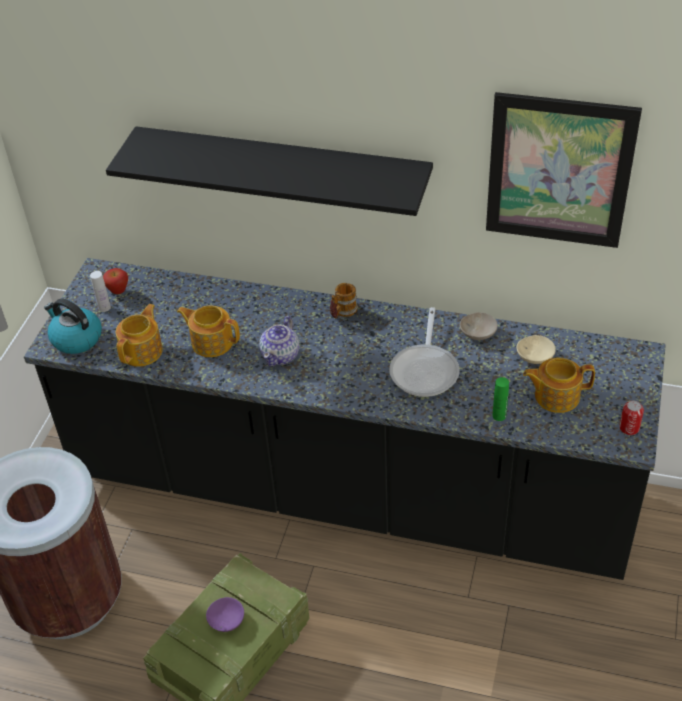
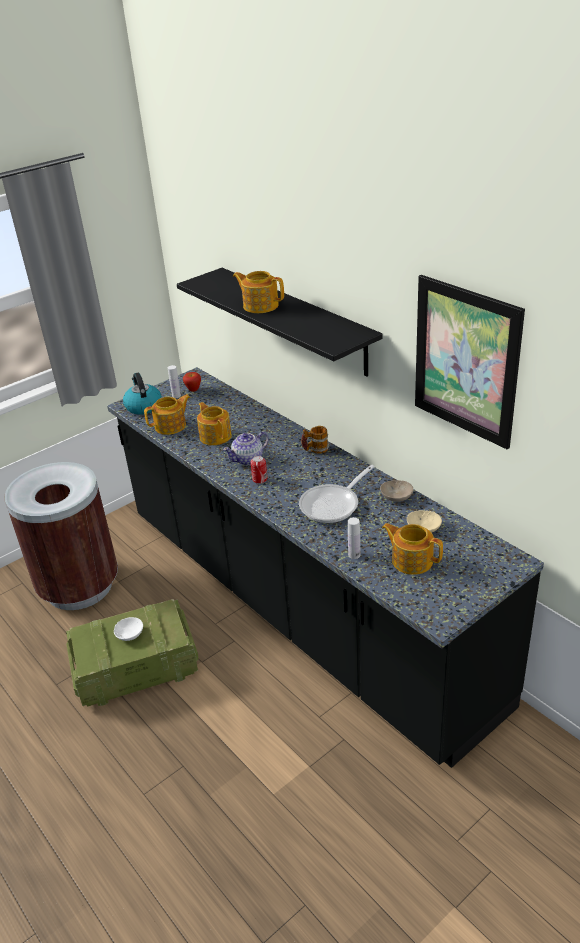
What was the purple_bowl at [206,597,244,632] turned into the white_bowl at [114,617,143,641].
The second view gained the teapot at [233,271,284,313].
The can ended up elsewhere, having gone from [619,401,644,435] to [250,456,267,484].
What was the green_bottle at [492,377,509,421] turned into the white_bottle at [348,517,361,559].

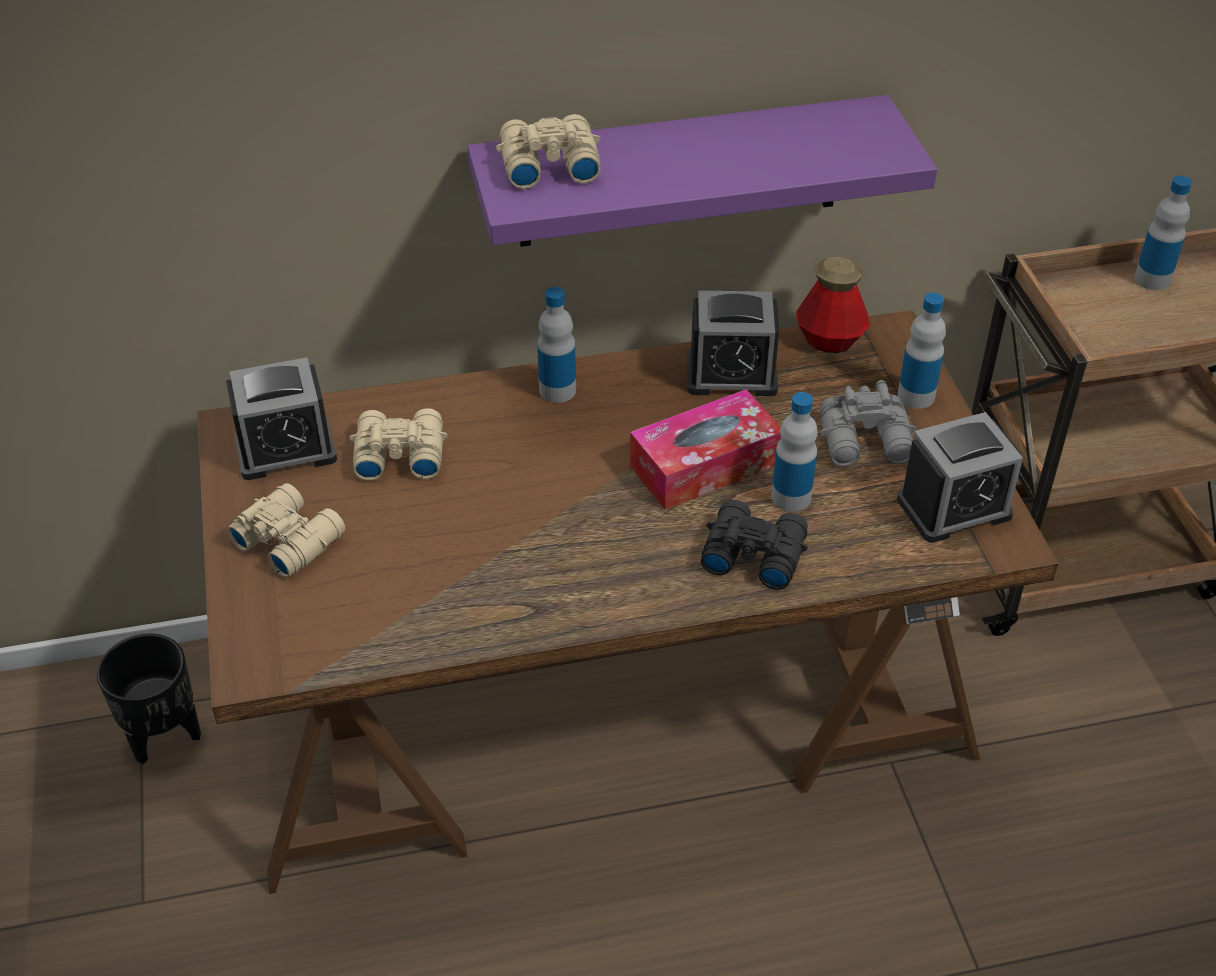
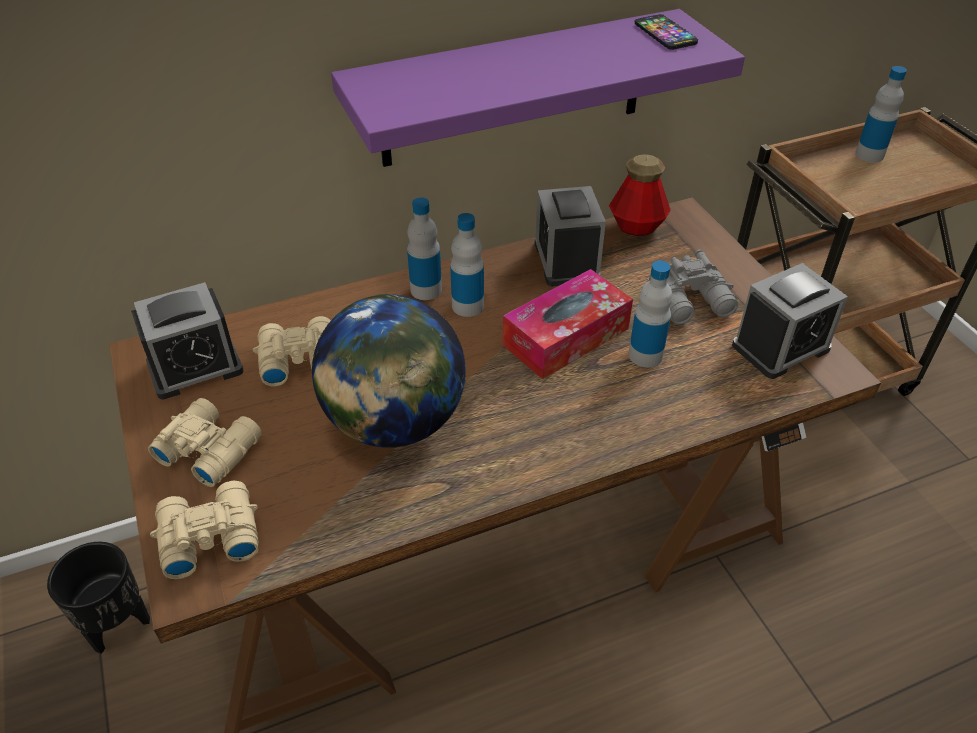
The beige_binoculars ended up elsewhere, having gone from [496,114,601,189] to [150,481,259,579].
The second view gained the globe at [312,294,466,447].
The bottle ended up elsewhere, having gone from [897,292,946,409] to [450,213,484,317].
The alarm_clock at [687,290,779,396] ended up facing another way, 90 degrees clockwise from before.
The second view gained the phone at [635,14,698,50].
The second view lost the black_binoculars at [701,500,808,590].

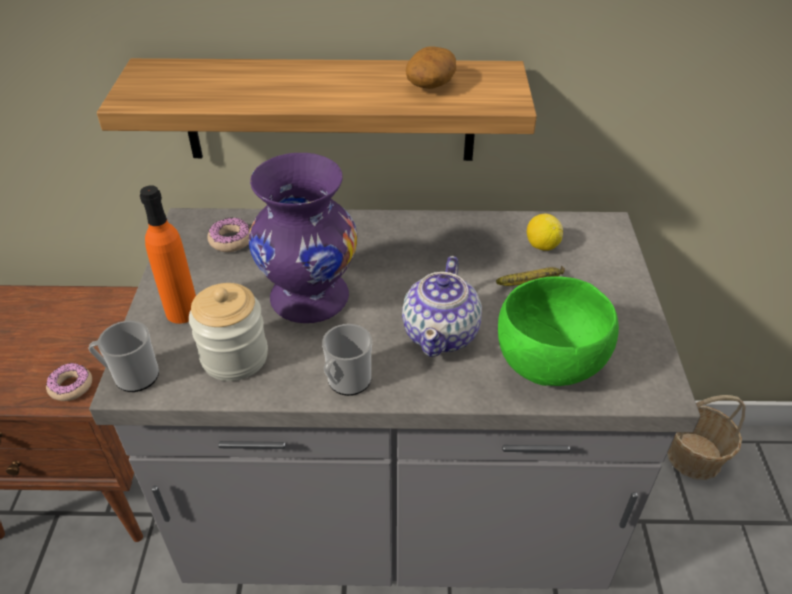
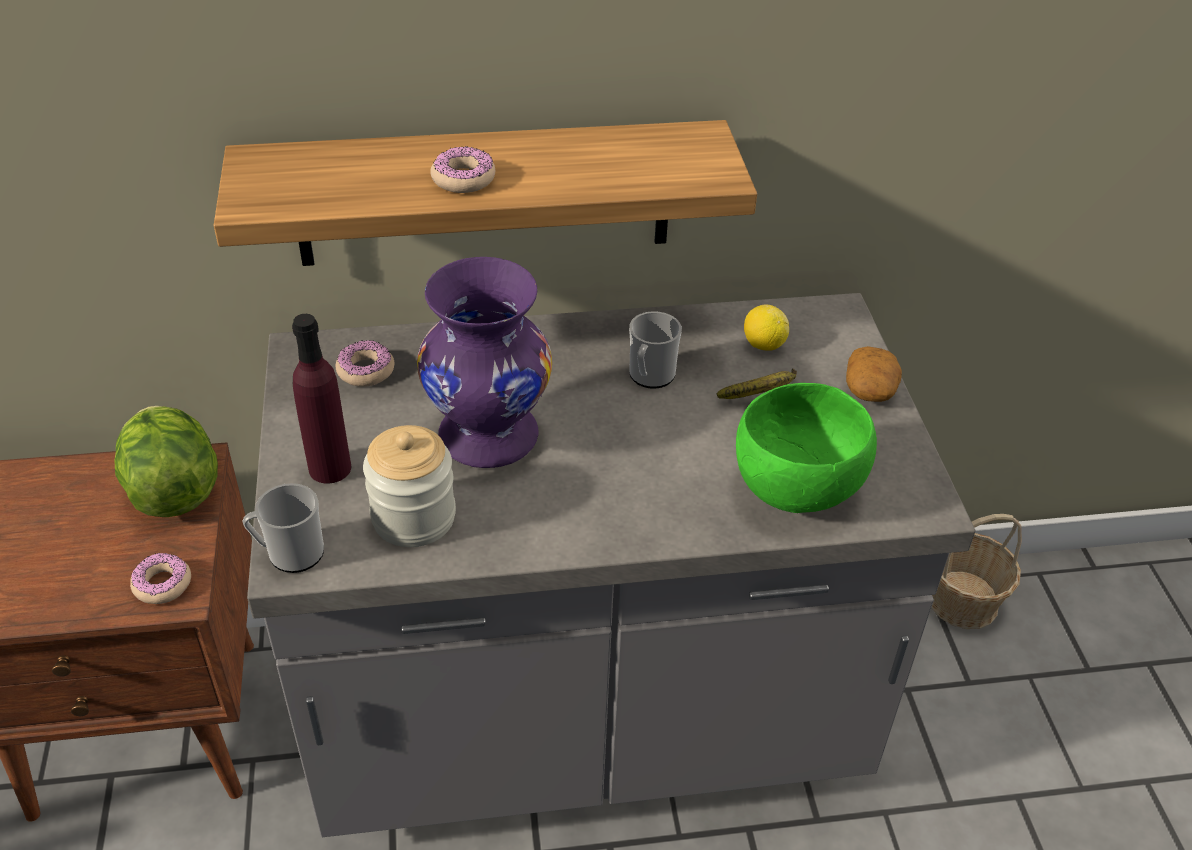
The second view gained the lettuce at [115,406,218,517].
What was the orange_bottle at [140,186,196,324] turned into the purple_bottle at [292,314,352,484].
The second view gained the donut at [430,147,495,193].
The mug ended up elsewhere, having gone from [322,324,372,396] to [629,311,682,389].
The potato ended up elsewhere, having gone from [406,46,456,89] to [846,346,902,402].
The second view lost the teapot at [402,256,482,357].

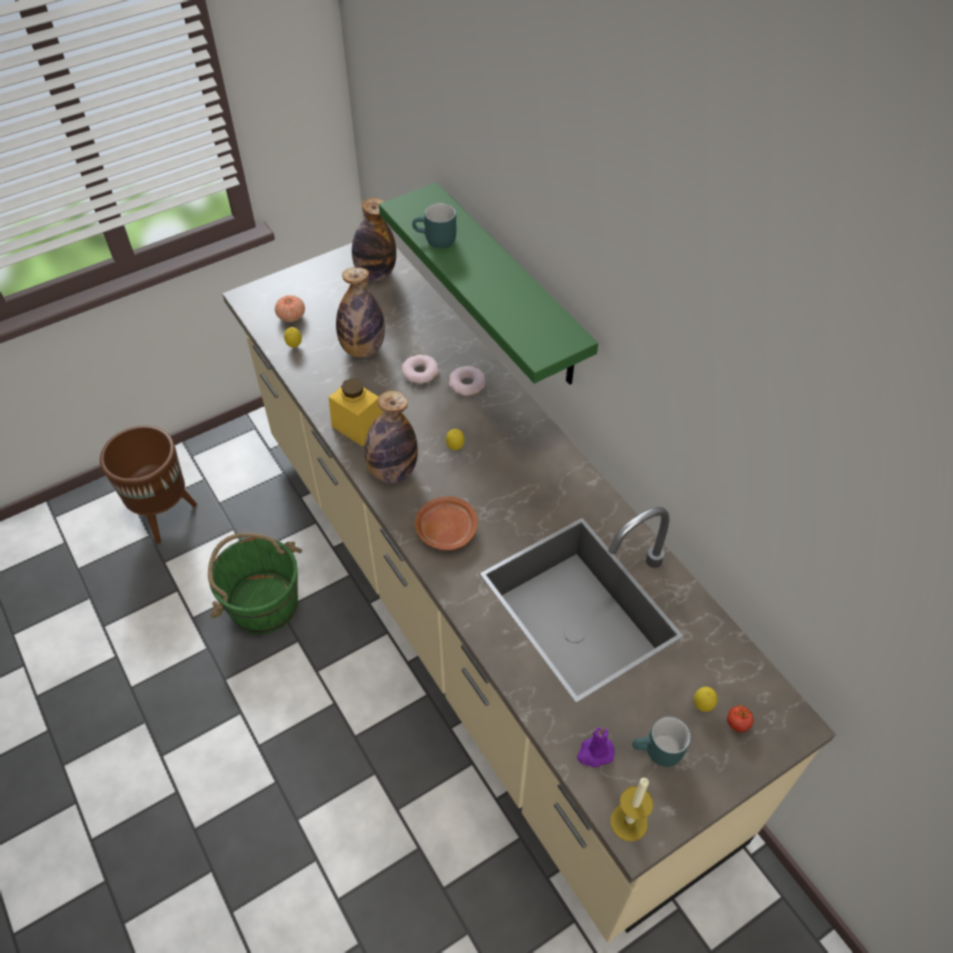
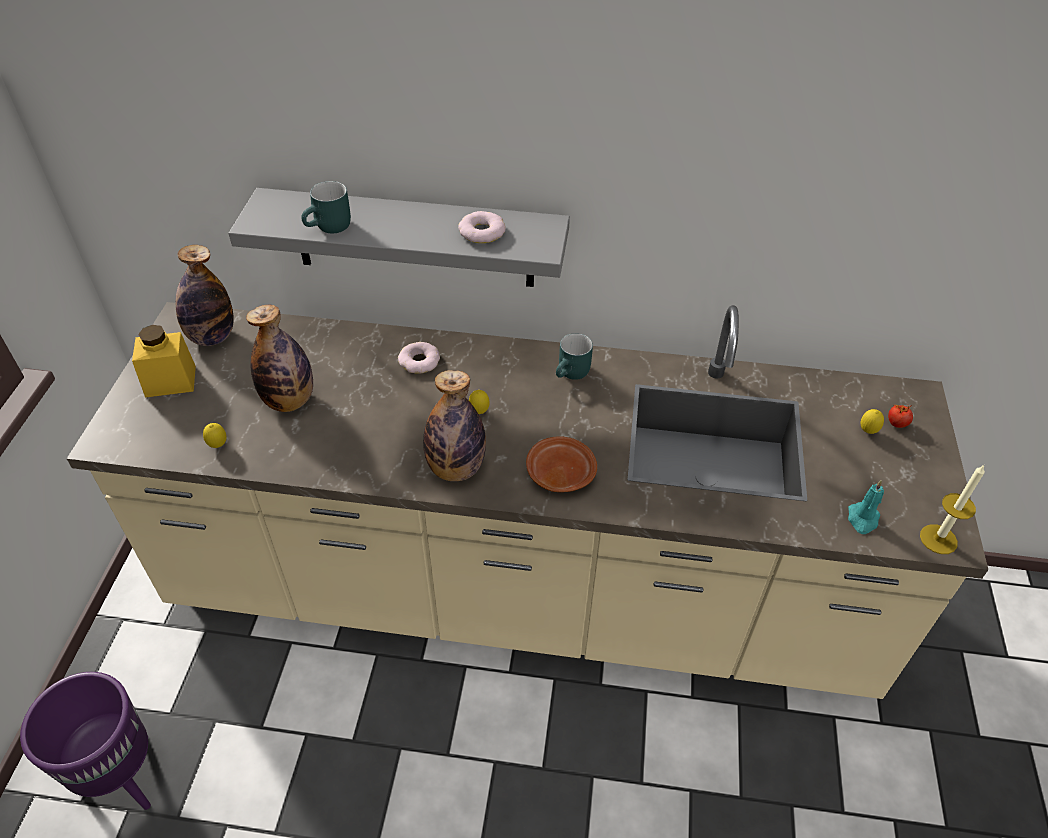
What was the brown_planter at [100,425,197,544] turned into the purple_planter at [20,672,151,810].
The yellow_jar ended up elsewhere, having gone from [329,378,382,447] to [132,325,196,398].
What was the green_shelf at [379,182,598,385] turned into the grey_shelf at [228,188,570,287].
The donut ended up elsewhere, having gone from [402,355,439,384] to [458,211,506,243].
The turquoise_mug ended up elsewhere, having gone from [632,717,691,767] to [556,333,593,380].
What was the purple_candle at [577,727,615,768] turned into the turquoise_candle at [848,480,884,534].
The second view lost the green_bucket at [208,533,302,634].
The second view lost the tomato at [275,295,305,322].

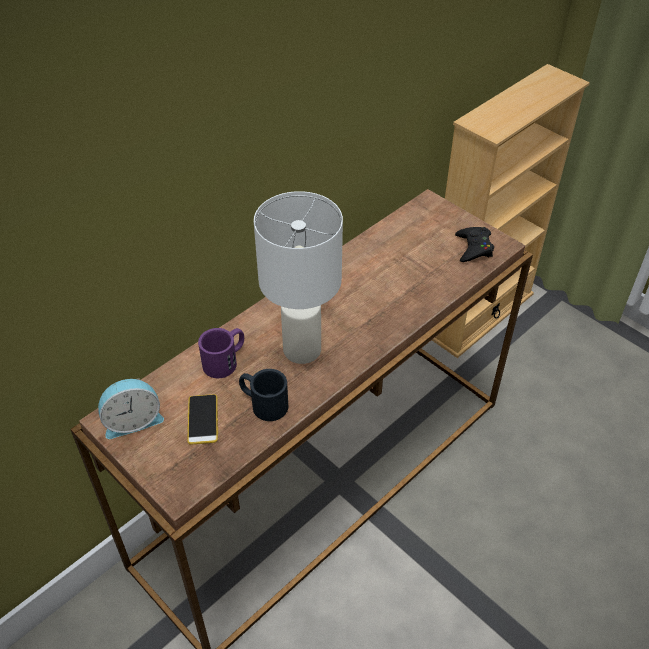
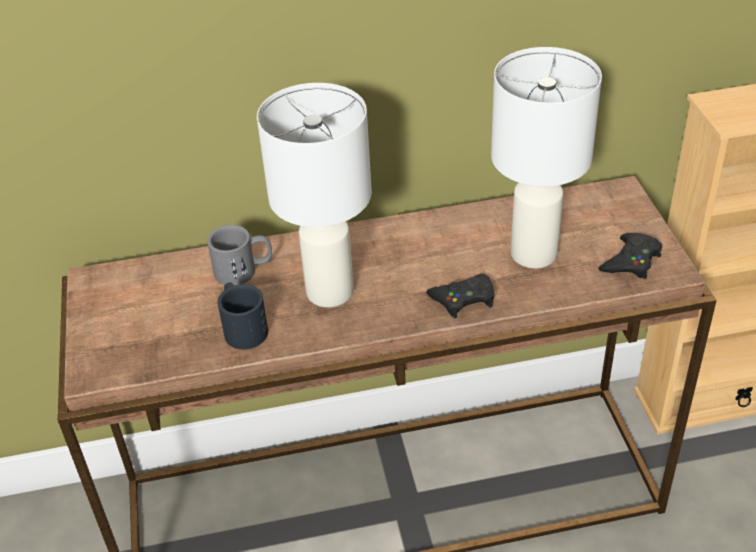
What was the purple_mug at [198,328,244,378] turned into the grey_mug at [207,225,272,285].
The second view gained the black_game_controller at [426,274,494,318].
The second view gained the white_table_lamp at [491,47,602,269].
The second view lost the alarm_clock at [98,378,164,439].
The second view lost the phone at [187,394,218,445].

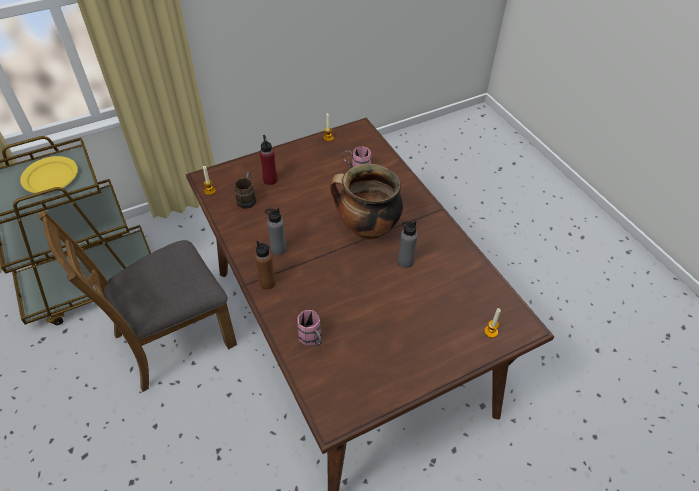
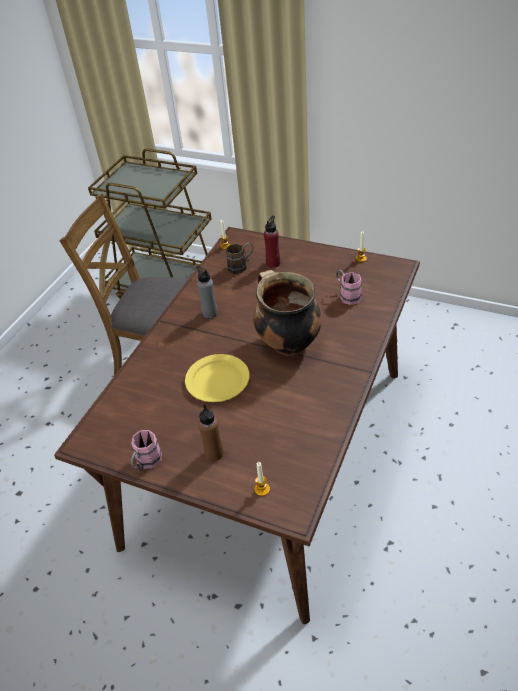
The pink_mug ended up elsewhere, having gone from [297,310,322,346] to [131,430,162,470].
The yellow_plate ended up elsewhere, having gone from [20,156,78,193] to [185,354,250,402].
The brown_bottle ended up elsewhere, having gone from [255,241,276,290] to [198,404,224,461].
The second view lost the grey_bottle at [398,221,418,268].

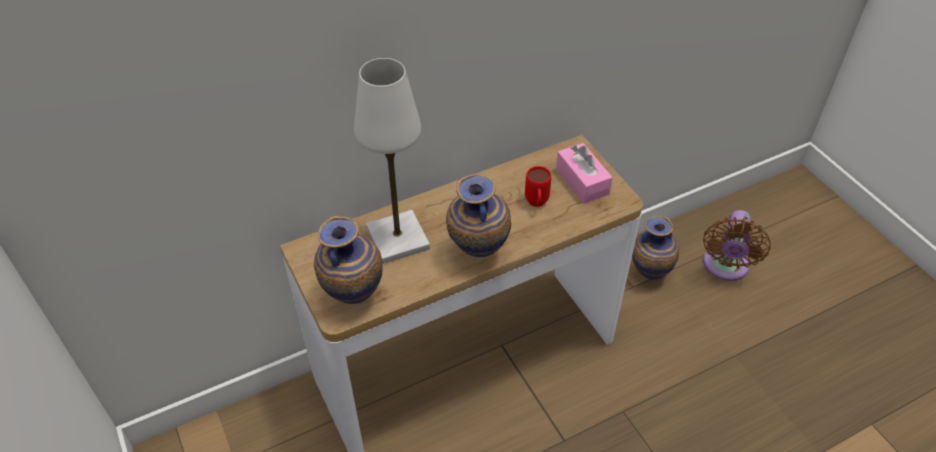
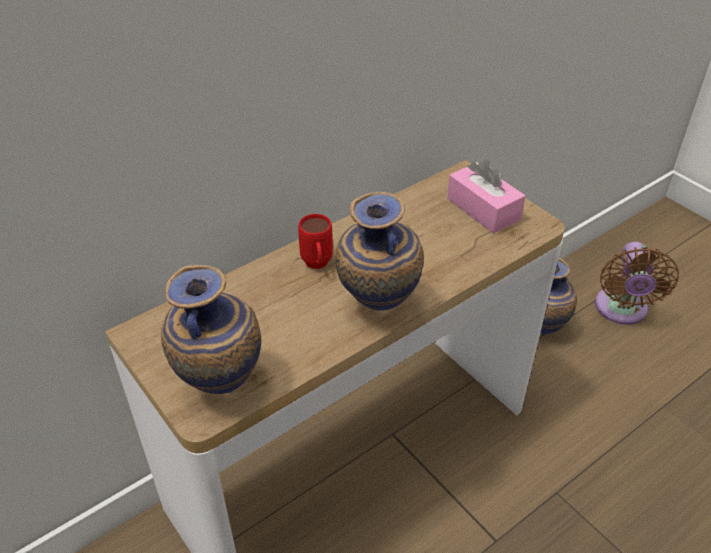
The red_mug ended up elsewhere, having gone from [525,166,551,207] to [298,214,333,269].
The second view lost the white_table_lamp at [354,58,430,264].

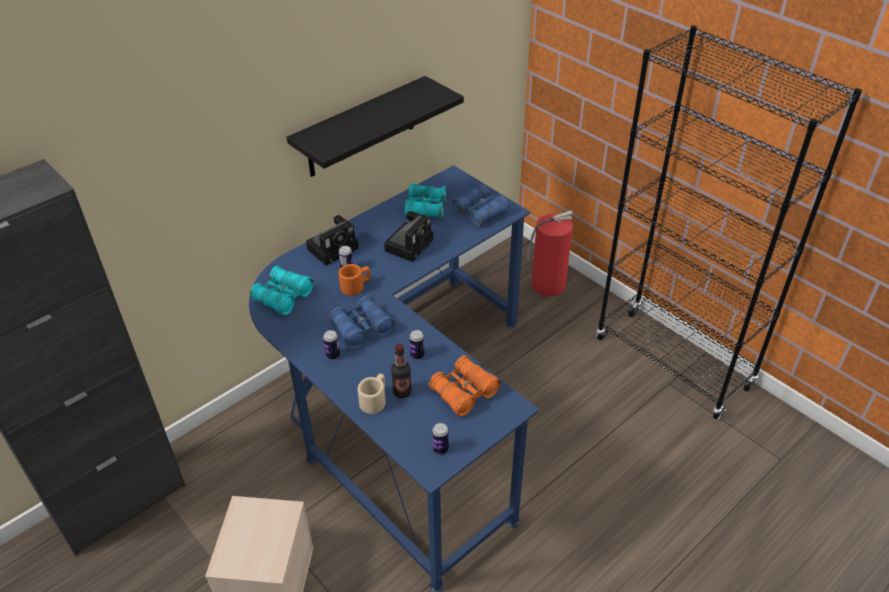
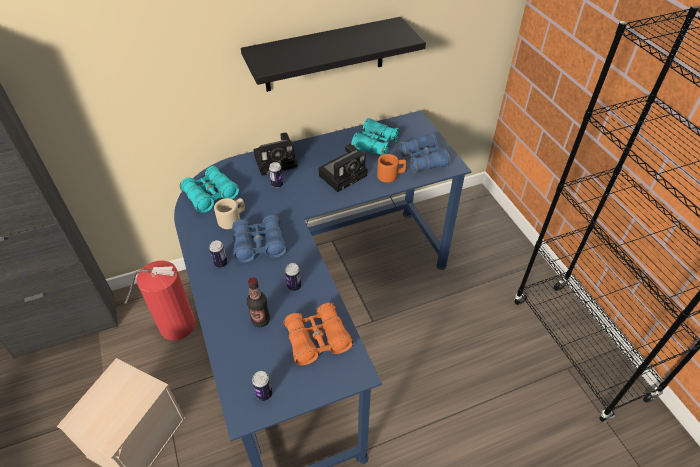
The fire_extinguisher ended up elsewhere, having gone from [526,211,573,296] to [125,261,196,340].
The beige_mug ended up elsewhere, having gone from [358,374,386,414] to [214,198,245,229].
The orange_mug ended up elsewhere, having gone from [339,264,370,296] to [377,154,407,182].

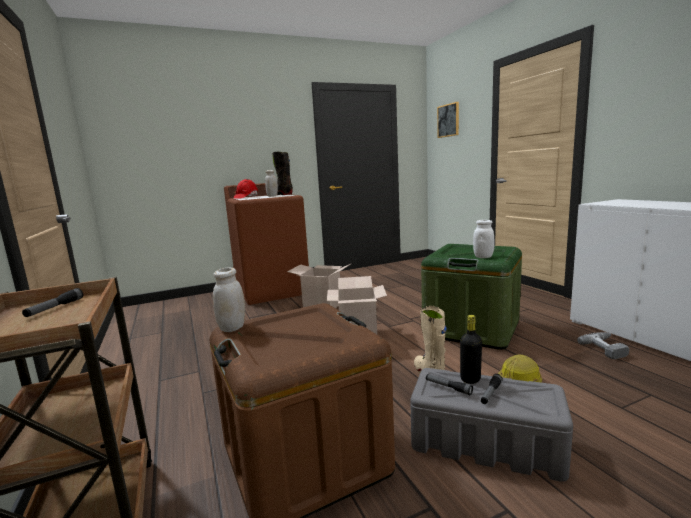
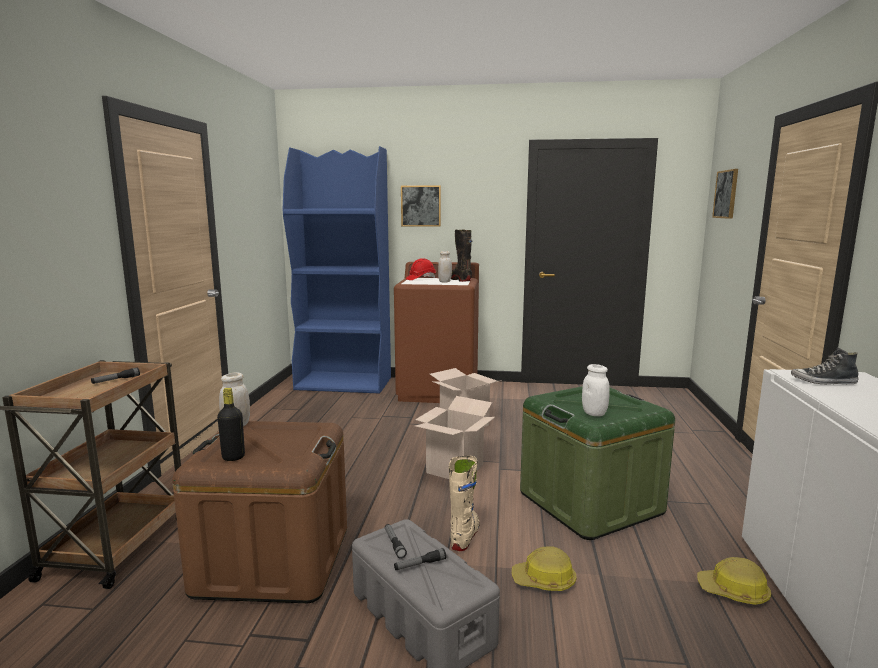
The black_bottle ended up elsewhere, having gone from [460,315,482,384] to [217,388,245,461].
The second view gained the blue_bookcase at [283,146,391,394].
The second view gained the picture at [401,185,441,227].
Where the power_drill stood at [577,332,629,359], the hard_hat came to stand at [697,557,771,605].
The second view gained the shoe at [791,347,859,384].

